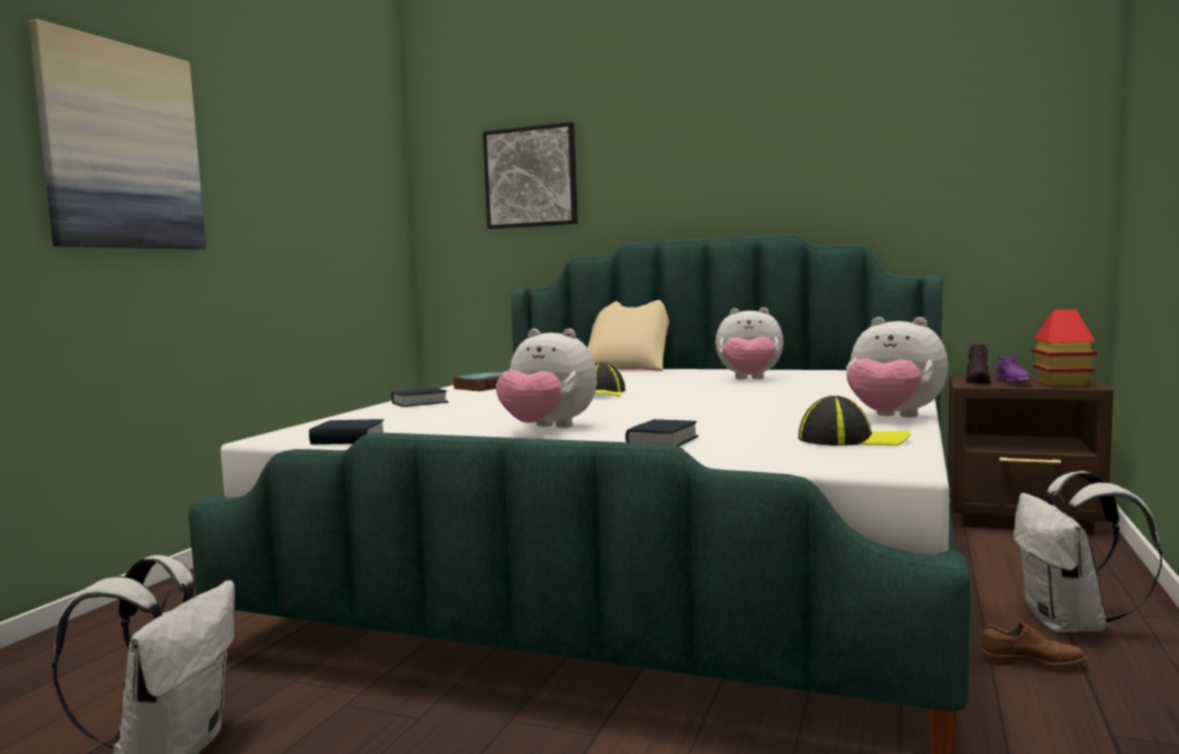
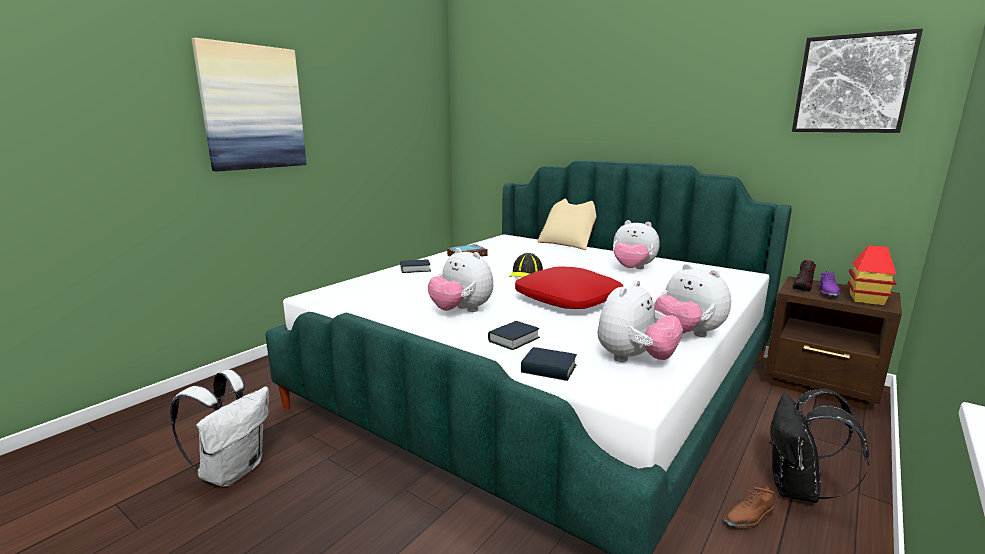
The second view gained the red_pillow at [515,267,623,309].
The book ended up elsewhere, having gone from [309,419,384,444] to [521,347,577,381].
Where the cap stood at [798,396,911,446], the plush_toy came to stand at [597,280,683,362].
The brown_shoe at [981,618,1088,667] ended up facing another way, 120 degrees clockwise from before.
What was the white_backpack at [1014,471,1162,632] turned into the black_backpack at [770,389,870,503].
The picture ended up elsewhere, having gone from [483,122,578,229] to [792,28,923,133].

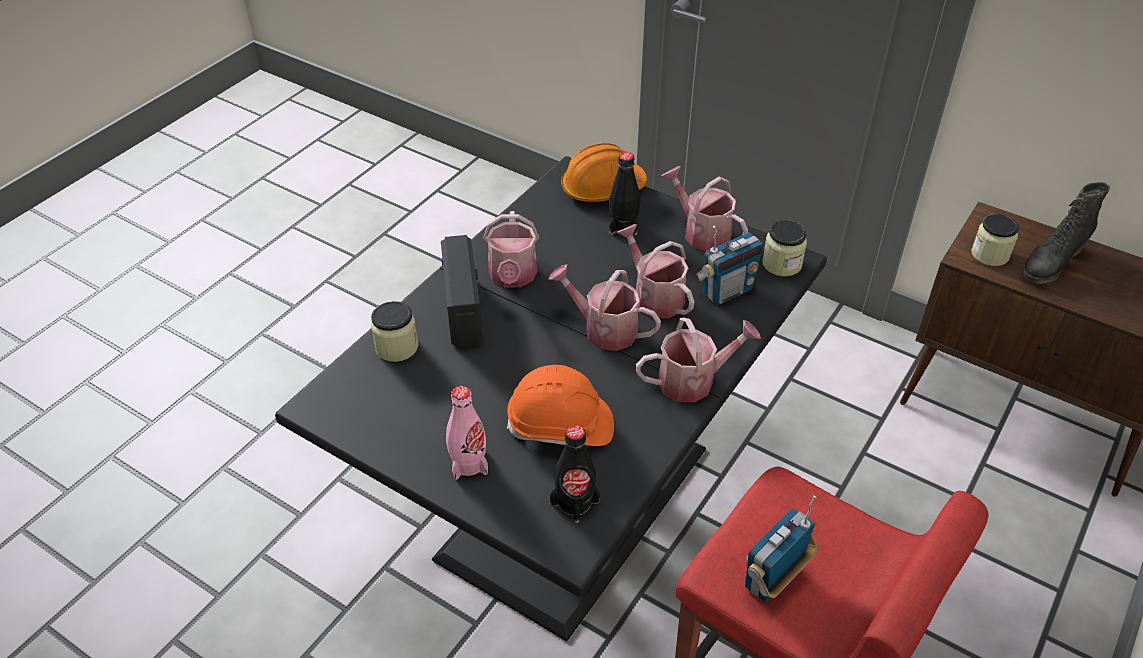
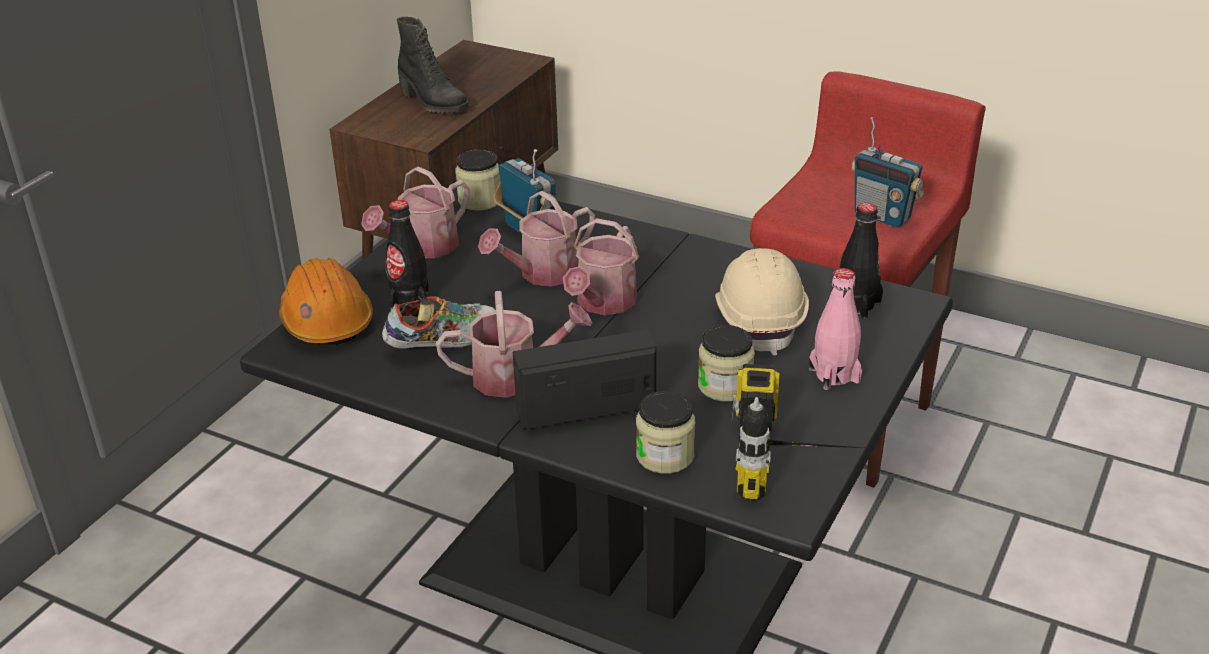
The second view gained the shoe at [382,296,495,348].
The jar ended up elsewhere, having gone from [971,214,1019,266] to [698,325,755,402].
What was the orange_hard_hat at [507,365,614,446] turned into the beige_hard_hat at [715,248,809,356].
The second view gained the power_drill at [732,364,863,502].
The second view lost the watering_can at [636,317,761,402].

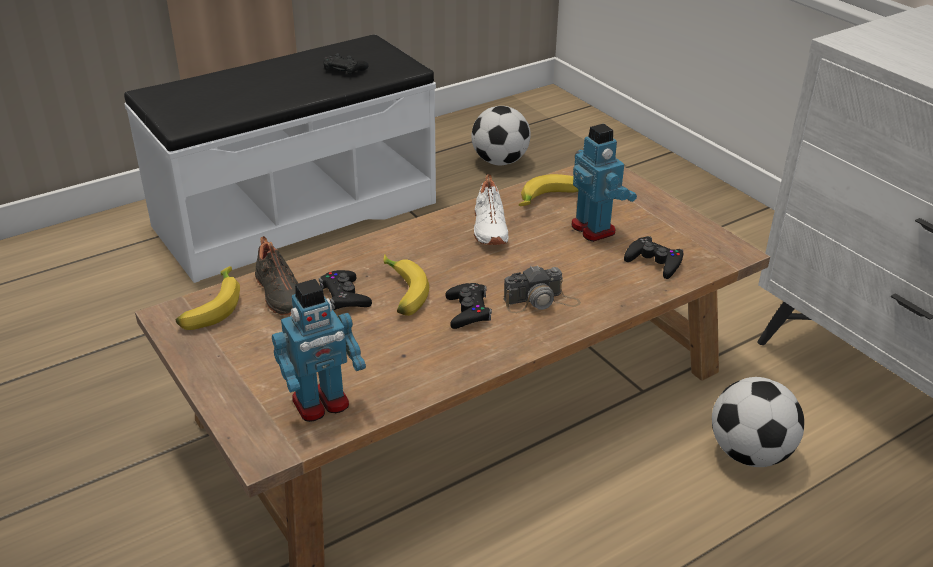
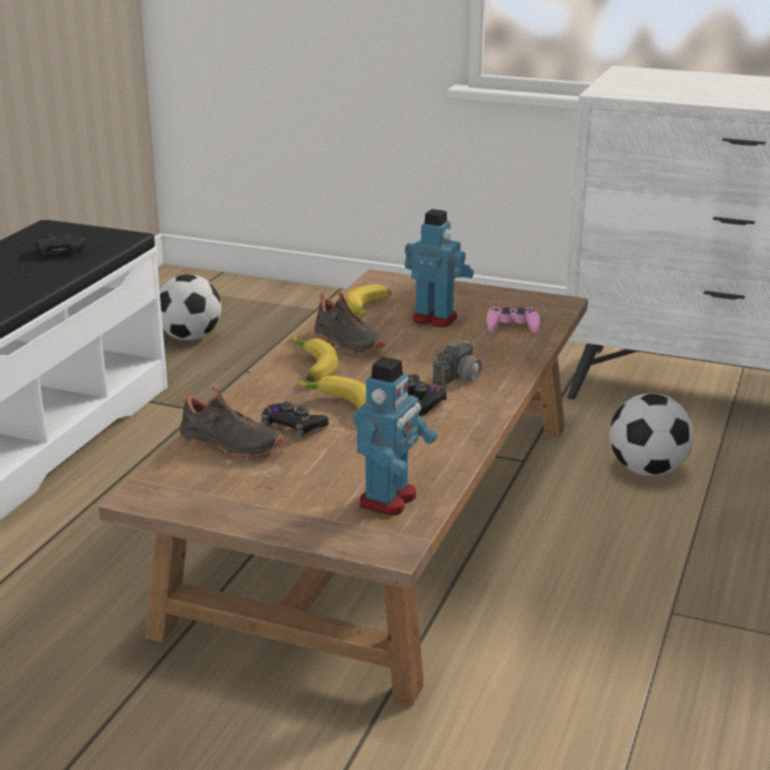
The banana ended up elsewhere, having gone from [176,266,240,330] to [293,336,338,383].
What was the white_shoe at [474,174,508,245] turned into the black_shoe at [314,290,385,354].
What was the black_game_controller at [624,236,683,279] turned into the pink_game_controller at [487,306,540,333].

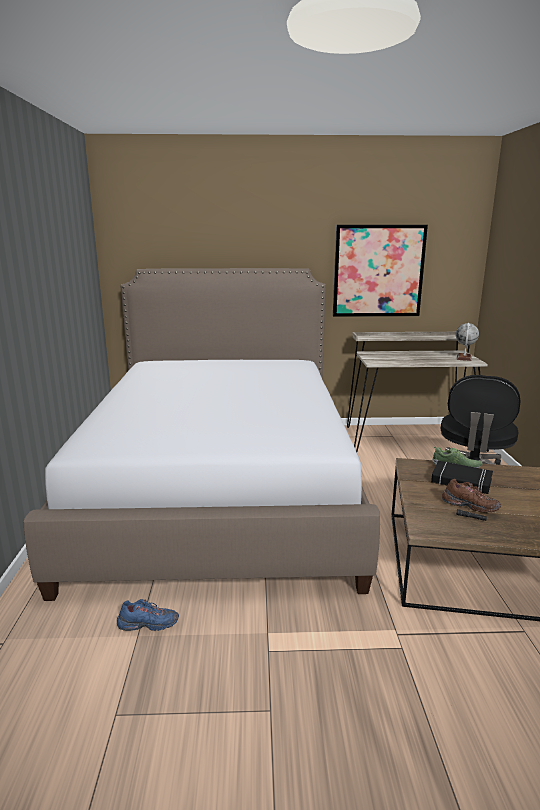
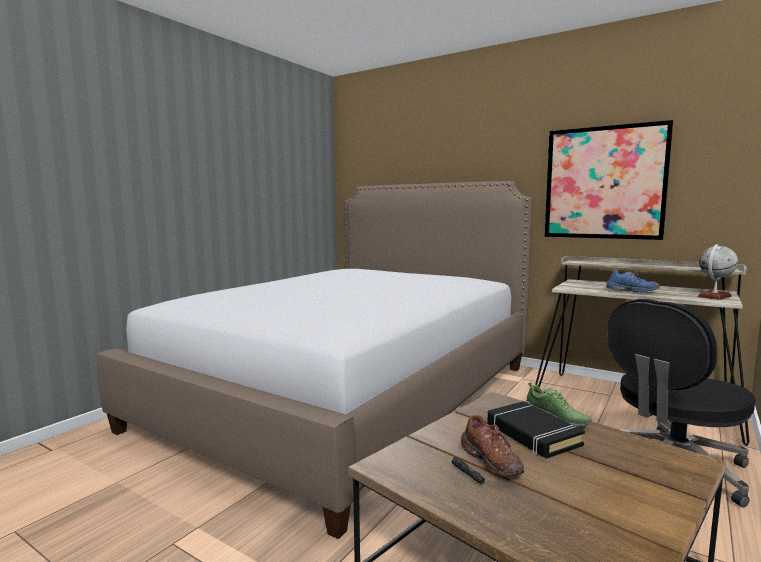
The blue_shoe ended up elsewhere, having gone from [117,599,179,631] to [606,270,660,292].

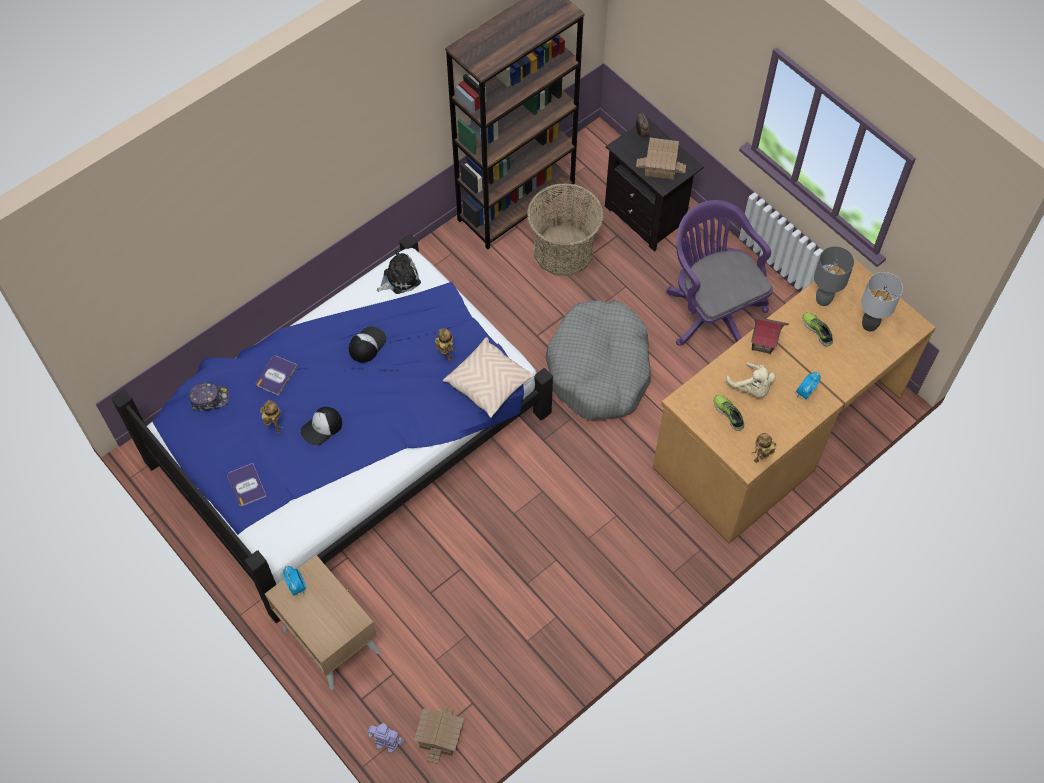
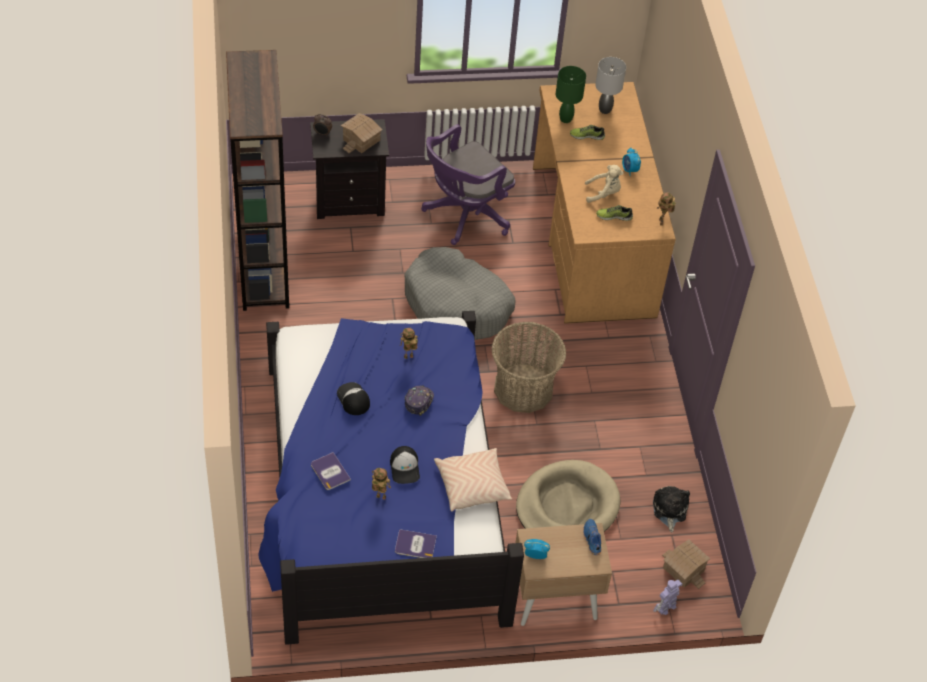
The cap ended up elsewhere, having gone from [189,382,230,411] to [404,385,434,416].
The purple_office_chair at [666,200,773,346] ended up facing another way, 45 degrees counterclockwise from before.
The beige_pillow ended up elsewhere, having gone from [443,337,535,418] to [434,448,513,512].
The basket ended up elsewhere, having gone from [527,183,604,276] to [491,322,566,413].
The second view gained the beige_dog_bed at [516,460,620,532].
What was the grey_table_lamp at [814,246,854,306] turned into the green_table_lamp at [556,66,586,123].
The second view gained the blue_shoe at [583,519,602,555].
The plush_toy ended up elsewhere, having gone from [377,250,421,294] to [653,486,690,532].
The second view lost the toy_house at [751,316,789,354].

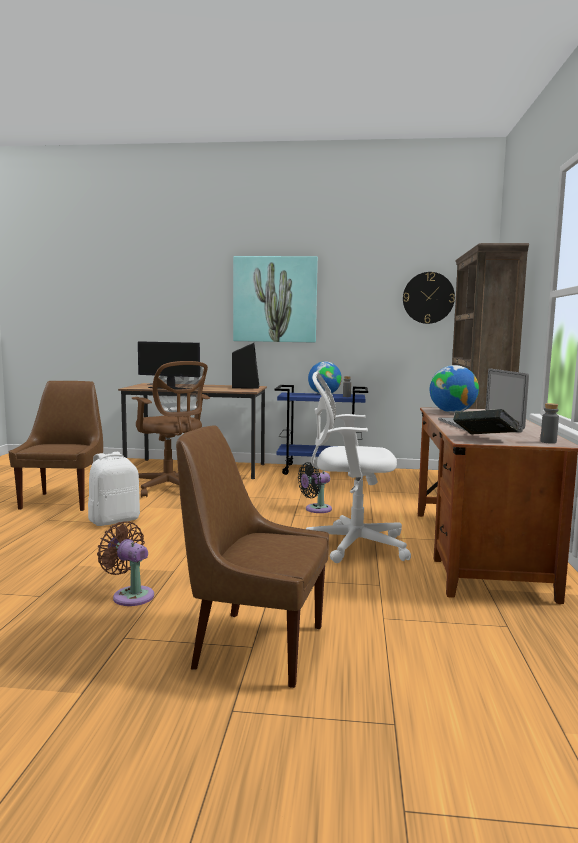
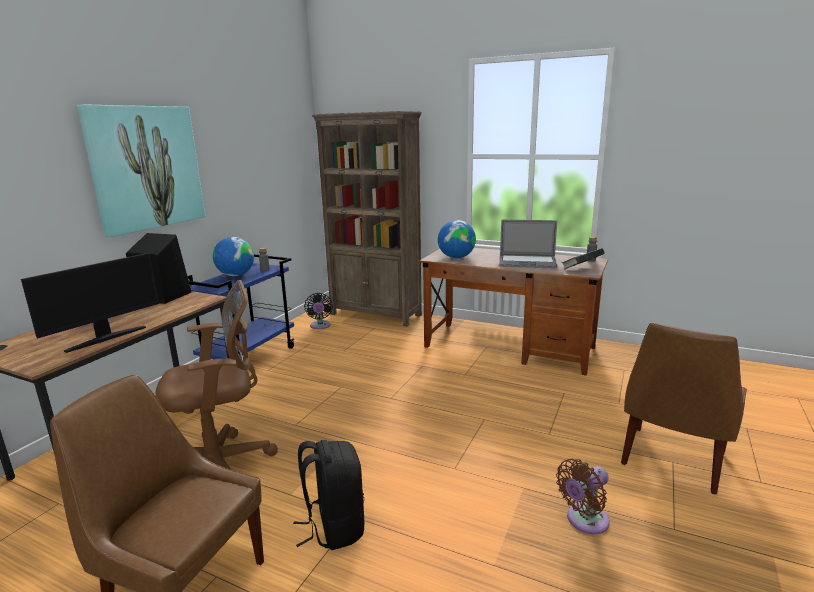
What was the white_backpack at [88,452,140,526] turned into the black_backpack at [293,440,364,550].
The black_fan ended up elsewhere, having gone from [298,462,332,513] to [304,293,333,329].
The second view lost the white_office_chair at [306,371,411,563].
The second view lost the wall_clock at [403,272,455,324].

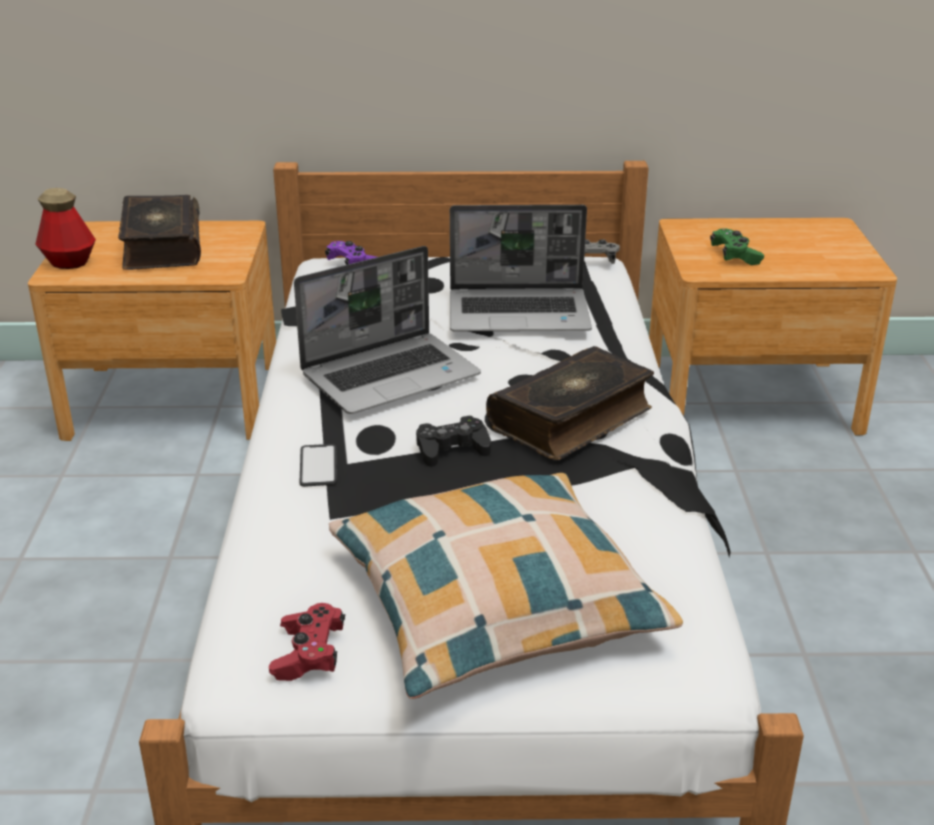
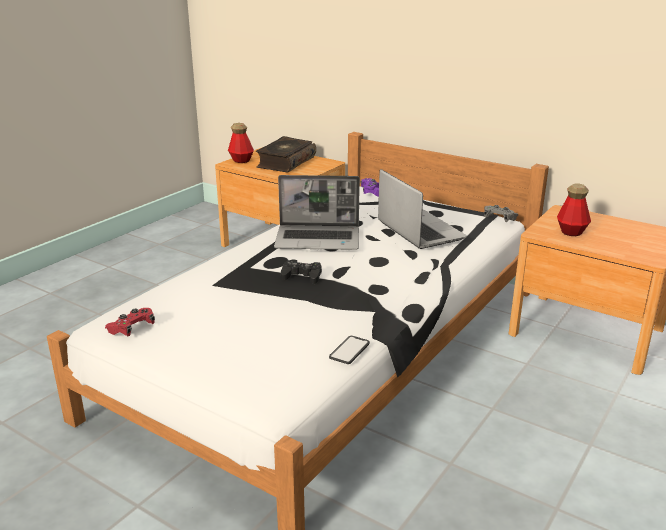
The phone ended up elsewhere, having gone from [300,444,337,487] to [329,336,370,364].
The laptop at [450,205,592,331] ended up facing another way, 150 degrees counterclockwise from before.
Where the green_game_controller stood at [710,228,764,265], the bottle came to stand at [557,183,591,236].
The second view lost the pillow at [329,473,683,699].
The second view lost the book at [486,346,654,460].

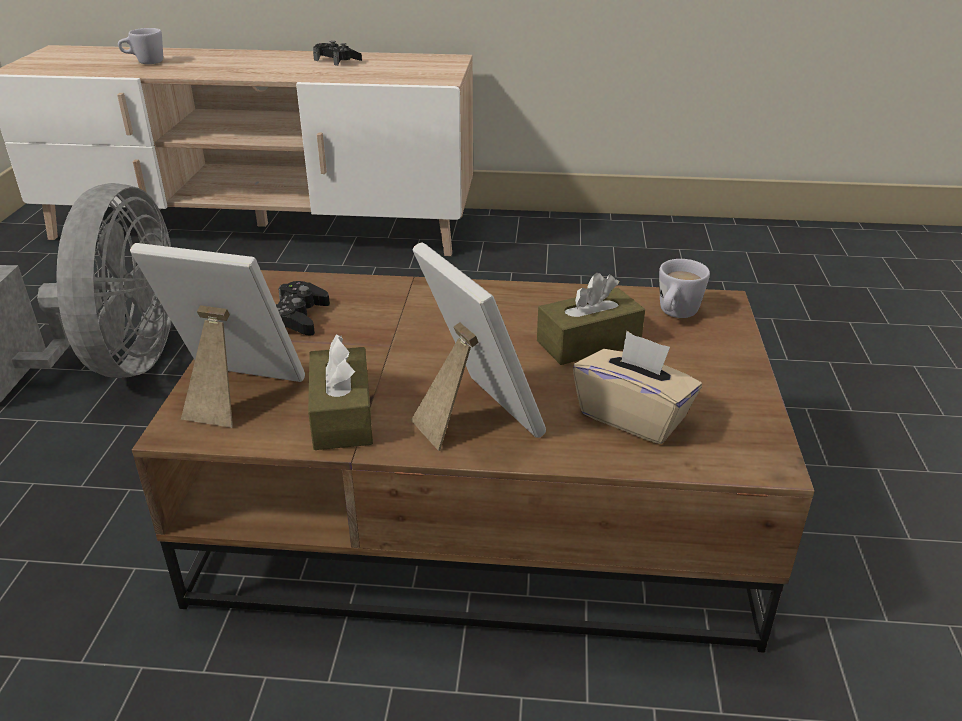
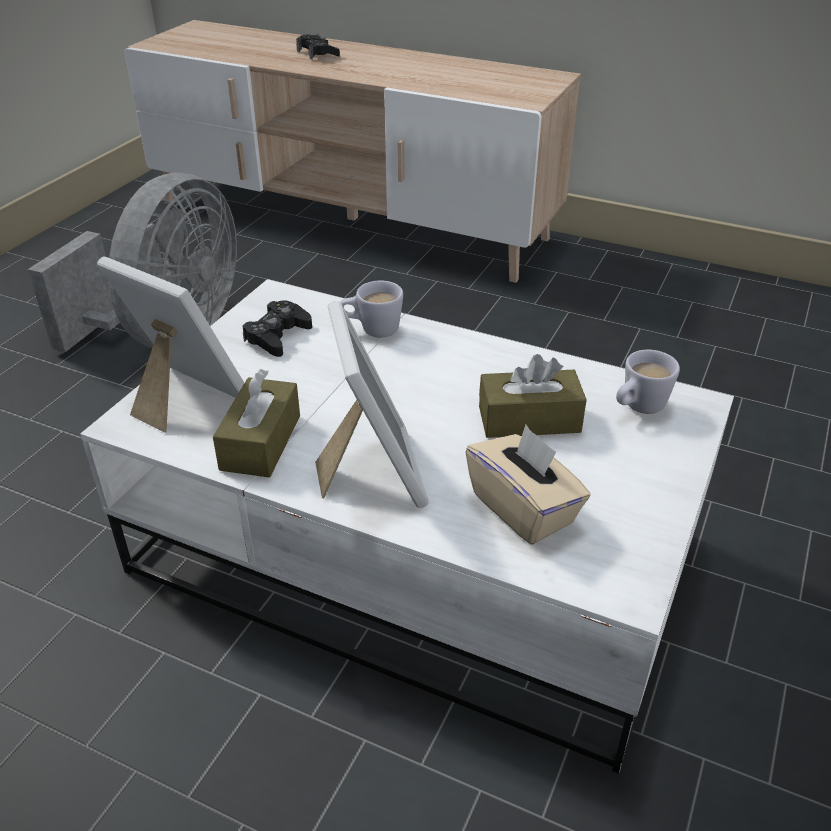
What was the brown_coffee_table at [132,270,814,653] turned into the white_coffee_table at [80,279,734,774].
The black_game_controller ended up elsewhere, having gone from [313,41,362,66] to [296,33,340,60].
The white_mug ended up elsewhere, having gone from [118,28,163,64] to [340,281,403,338].

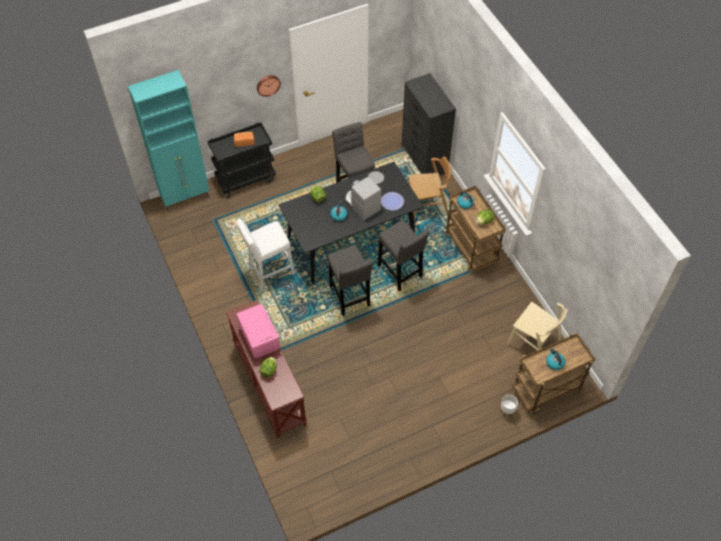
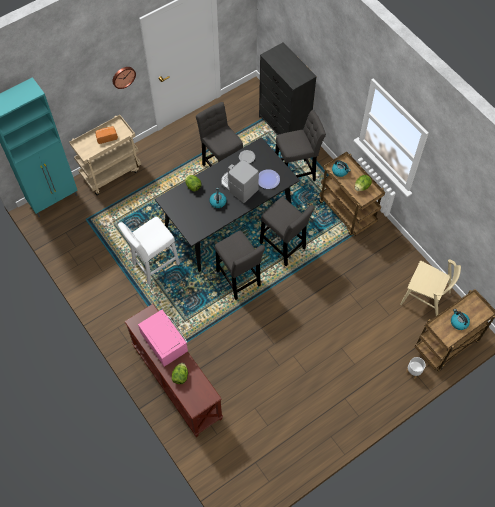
What was the black_cart at [208,122,276,199] turned into the beige_cart at [69,115,141,195].
Where the brown_chair stood at [408,156,451,220], the grey_stool came to stand at [275,110,326,181].

